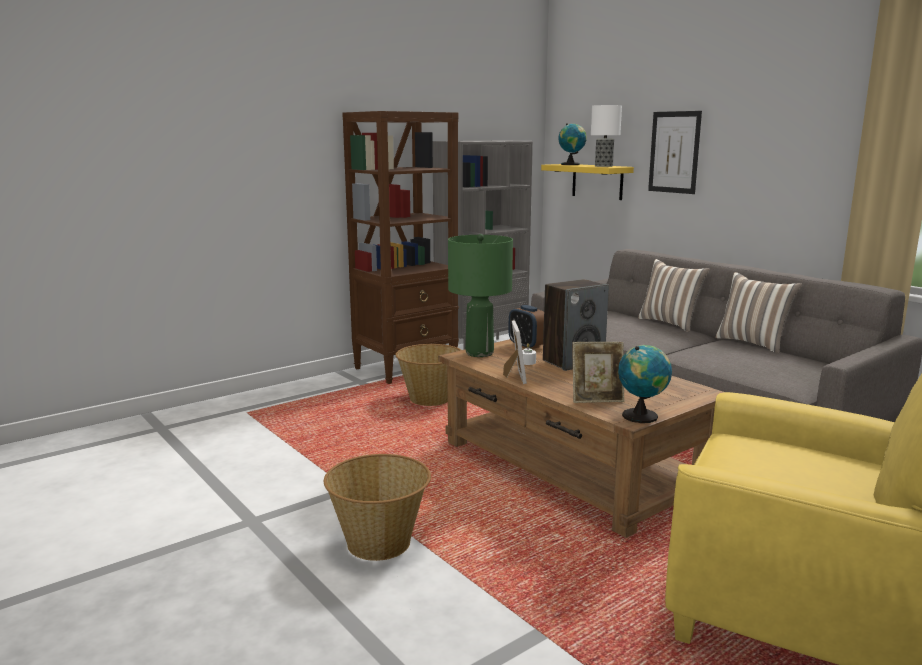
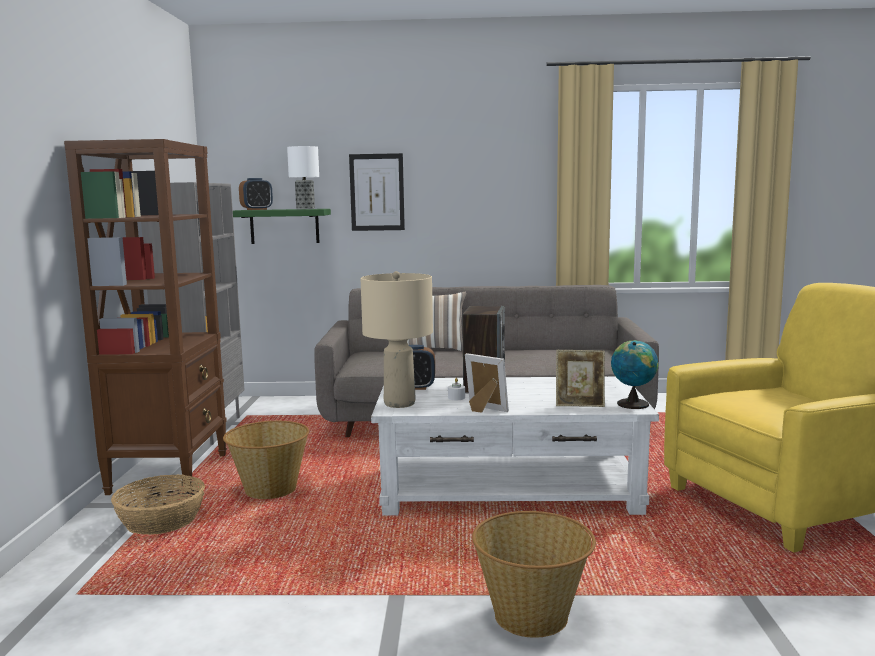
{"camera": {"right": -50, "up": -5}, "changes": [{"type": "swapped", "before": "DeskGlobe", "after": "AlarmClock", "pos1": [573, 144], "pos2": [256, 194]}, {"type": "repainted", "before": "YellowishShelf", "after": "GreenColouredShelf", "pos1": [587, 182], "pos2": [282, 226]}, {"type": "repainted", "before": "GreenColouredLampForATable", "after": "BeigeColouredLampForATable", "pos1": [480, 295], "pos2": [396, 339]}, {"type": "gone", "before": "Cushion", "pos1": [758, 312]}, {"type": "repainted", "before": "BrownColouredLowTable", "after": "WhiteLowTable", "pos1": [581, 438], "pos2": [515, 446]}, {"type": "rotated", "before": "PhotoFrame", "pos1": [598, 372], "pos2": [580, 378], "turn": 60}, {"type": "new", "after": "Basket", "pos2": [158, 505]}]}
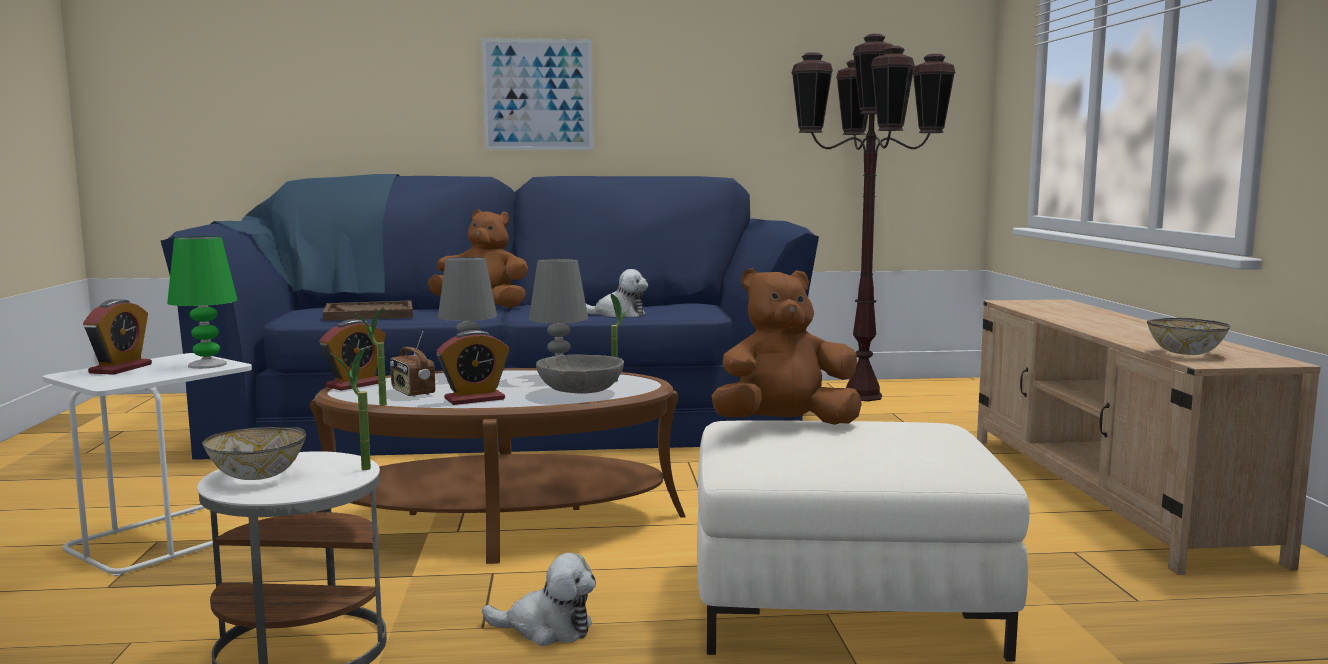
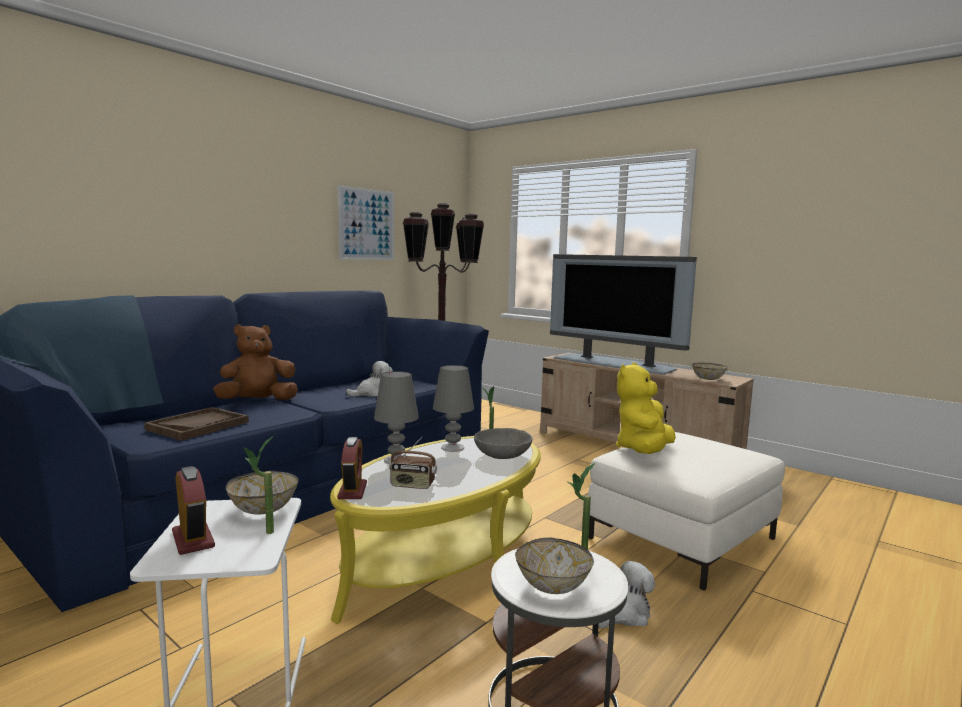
{"camera": {"right": -45, "up": 0}, "changes": [{"type": "shifted", "before": "WallArt", "pos1": [537, 94], "pos2": [366, 222]}, {"type": "swapped", "before": "GreenColouredLampForATable", "after": "ServingBowl", "pos1": [202, 302], "pos2": [262, 493]}, {"type": "repainted", "before": "BrownColouredSoftToy", "after": "YellowishSoftToy", "pos1": [787, 346], "pos2": [646, 408]}, {"type": "shifted", "before": "PottedPlant", "pos1": [370, 356], "pos2": [258, 485]}, {"type": "gone", "before": "AlarmClock", "pos1": [473, 367]}, {"type": "repainted", "before": "BrownColouredLowTable", "after": "YellowishLowTable", "pos1": [498, 466], "pos2": [435, 530]}, {"type": "new", "after": "Tv", "pos2": [623, 314]}]}
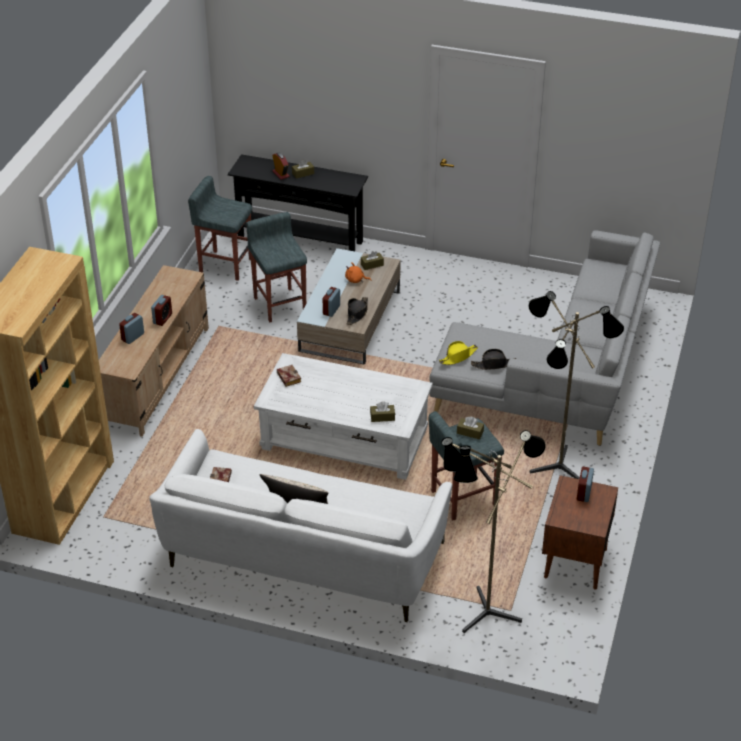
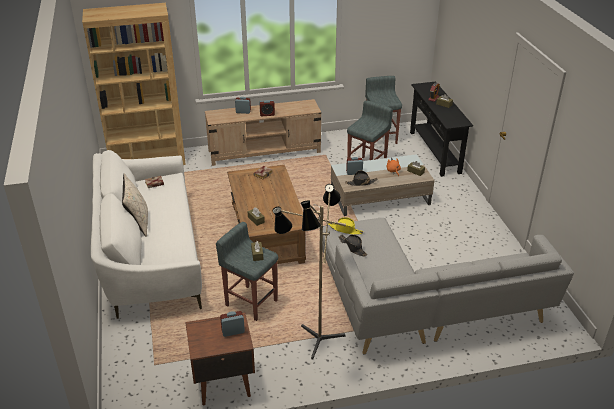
{"camera": {"right": 60, "up": -5}, "changes": [{"type": "repainted", "before": "WhiteLowTable", "after": "BrownColouredLowTable", "pos1": [343, 416], "pos2": [266, 214]}, {"type": "gone", "before": "StandingLamp", "pos1": [494, 531]}]}
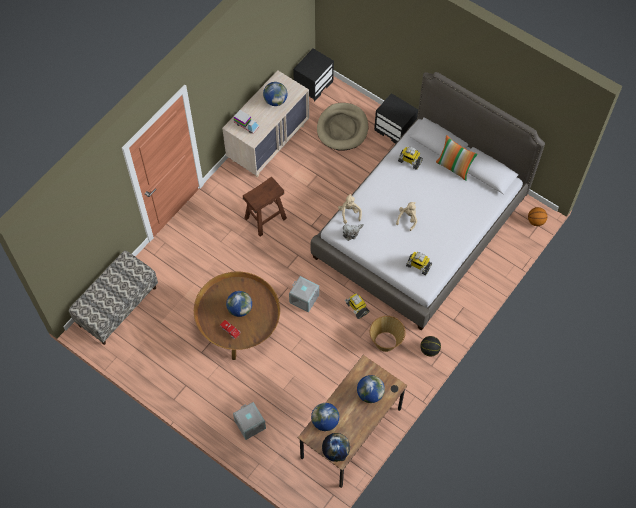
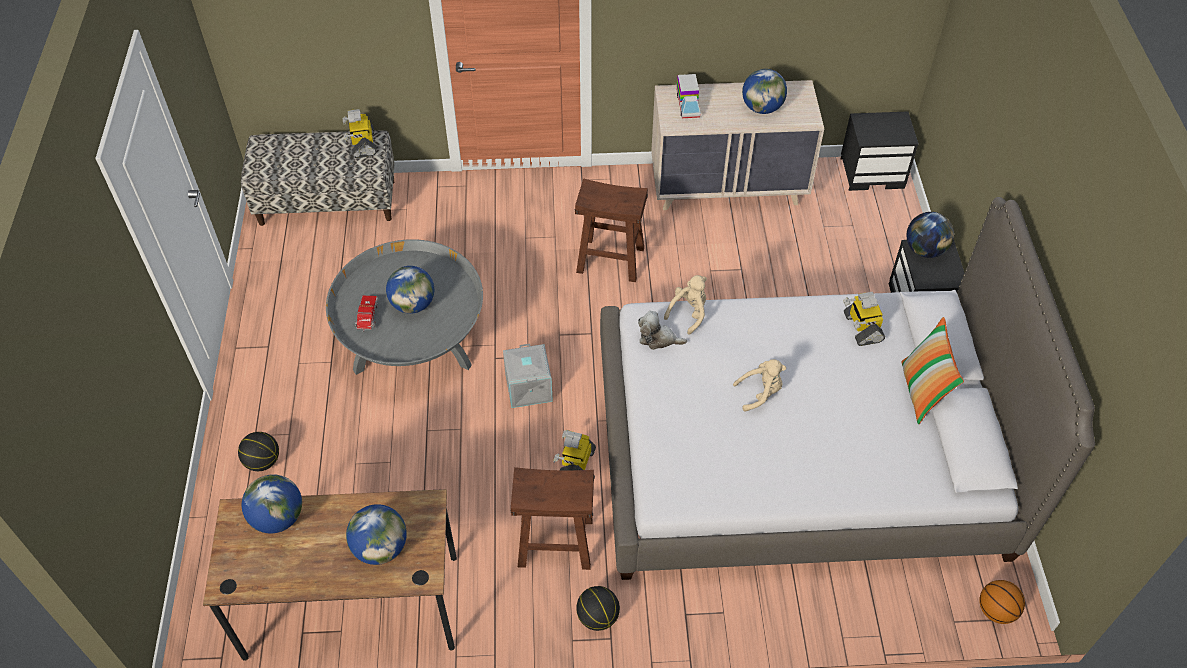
{"camera": {"right": 50, "up": -10}, "changes": [{"type": "gone", "before": "BeigeColouredDogBed", "pos1": [342, 127]}, {"type": "shifted", "before": "ToyRobot", "pos1": [419, 263], "pos2": [360, 133]}, {"type": "repainted", "before": "BrownColouredLowTable", "after": "GreyishLowTable", "pos1": [237, 316], "pos2": [404, 307]}, {"type": "swapped", "before": "Basket", "after": "BrownColouredSittingStool", "pos1": [388, 334], "pos2": [553, 518]}, {"type": "swapped", "before": "GreyishStorageBin", "after": "BasketballBall", "pos1": [249, 421], "pos2": [258, 451]}, {"type": "shifted", "before": "DeskGlobe", "pos1": [336, 447], "pos2": [930, 235]}]}
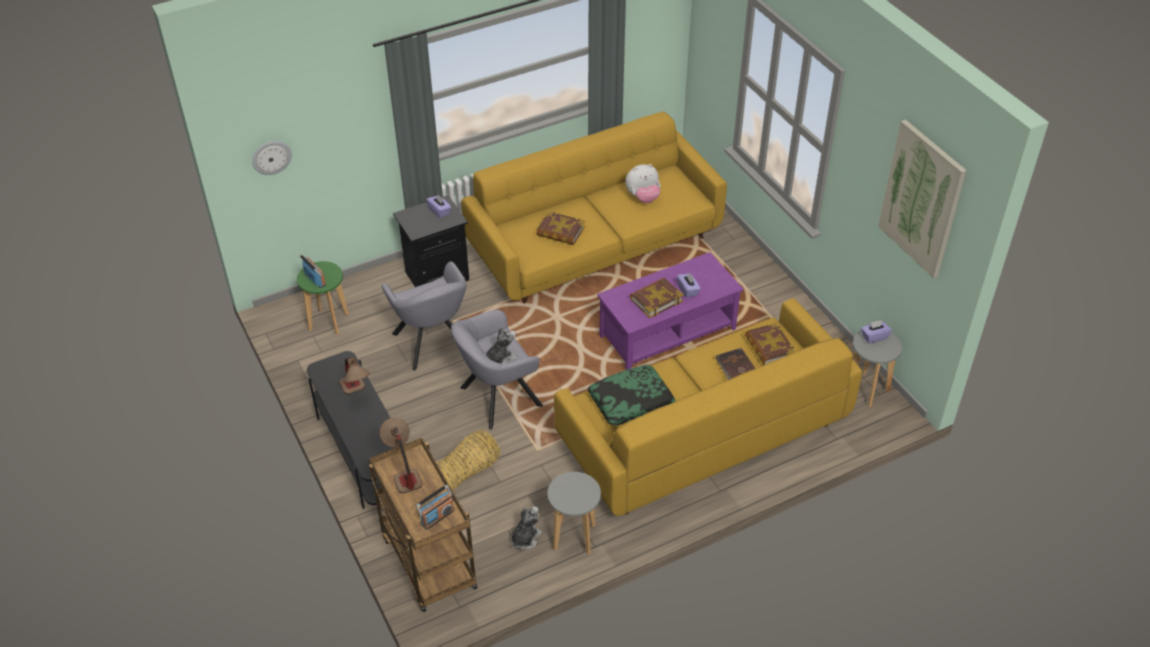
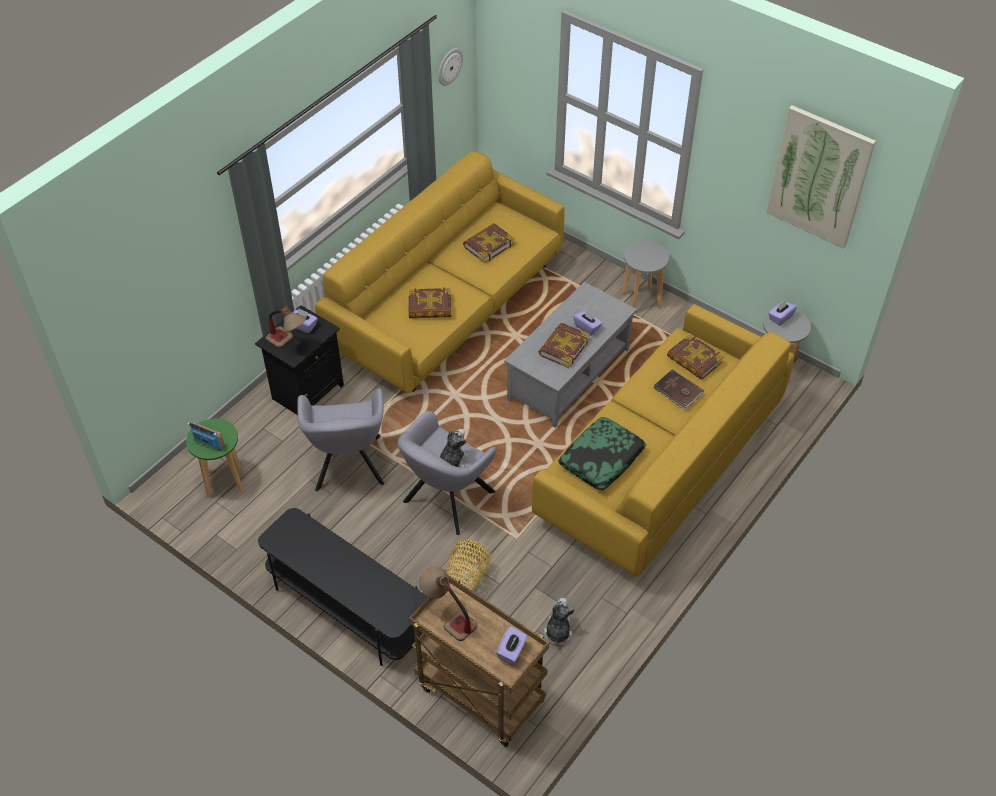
{"camera": {"right": -25, "up": 5}, "changes": [{"type": "shifted", "before": "HangingClock", "pos1": [272, 158], "pos2": [450, 67]}, {"type": "swapped", "before": "SoftToy", "after": "Volume", "pos1": [643, 183], "pos2": [489, 243]}, {"type": "repainted", "before": "PurpleColouredLowTable", "after": "GreyishLowTable", "pos1": [670, 311], "pos2": [570, 355]}, {"type": "rotated", "before": "GreyishArmchair", "pos1": [424, 316], "pos2": [340, 439], "turn": 45}, {"type": "shifted", "before": "LampForATable", "pos1": [354, 375], "pos2": [286, 327]}, {"type": "shifted", "before": "GreyishSittingStool", "pos1": [574, 513], "pos2": [645, 274]}, {"type": "swapped", "before": "RadioSet", "after": "PurpleColouredBoxOfTissues", "pos1": [435, 507], "pos2": [511, 645]}]}
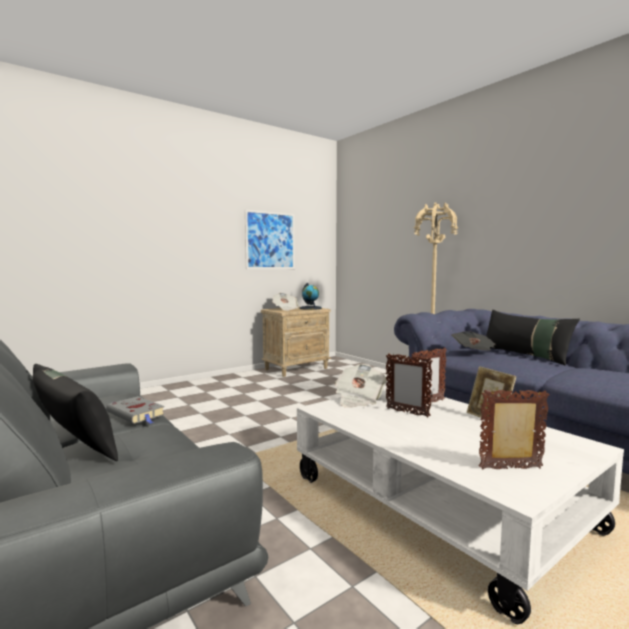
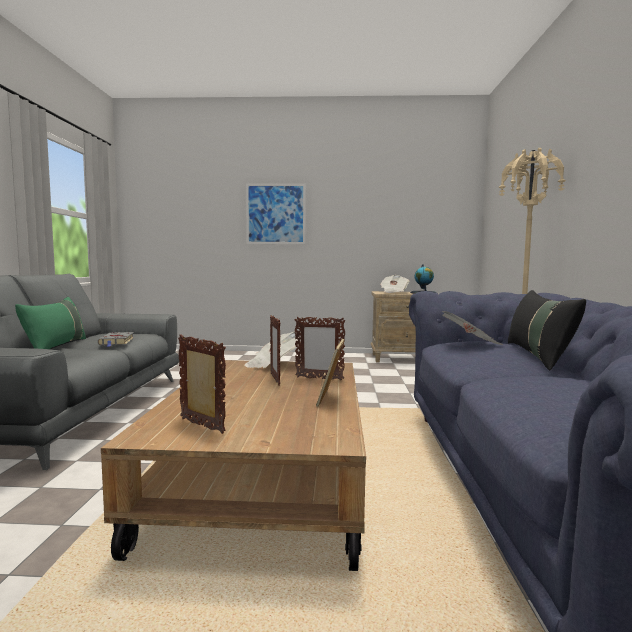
{"camera": {"right": 40, "up": 0}, "changes": [{"type": "shifted", "before": "WallArt", "pos1": [270, 239], "pos2": [276, 213]}, {"type": "repainted", "before": "BlackColouredCushion", "after": "GreenColouredCushion", "pos1": [75, 412], "pos2": [50, 323]}, {"type": "repainted", "before": "WhiteLowTable", "after": "BrownColouredLowTable", "pos1": [460, 505], "pos2": [233, 465]}]}
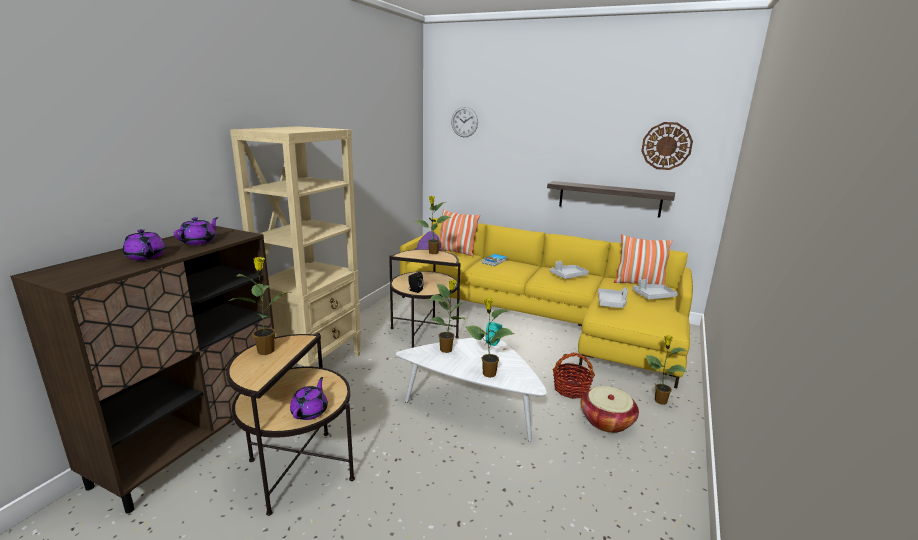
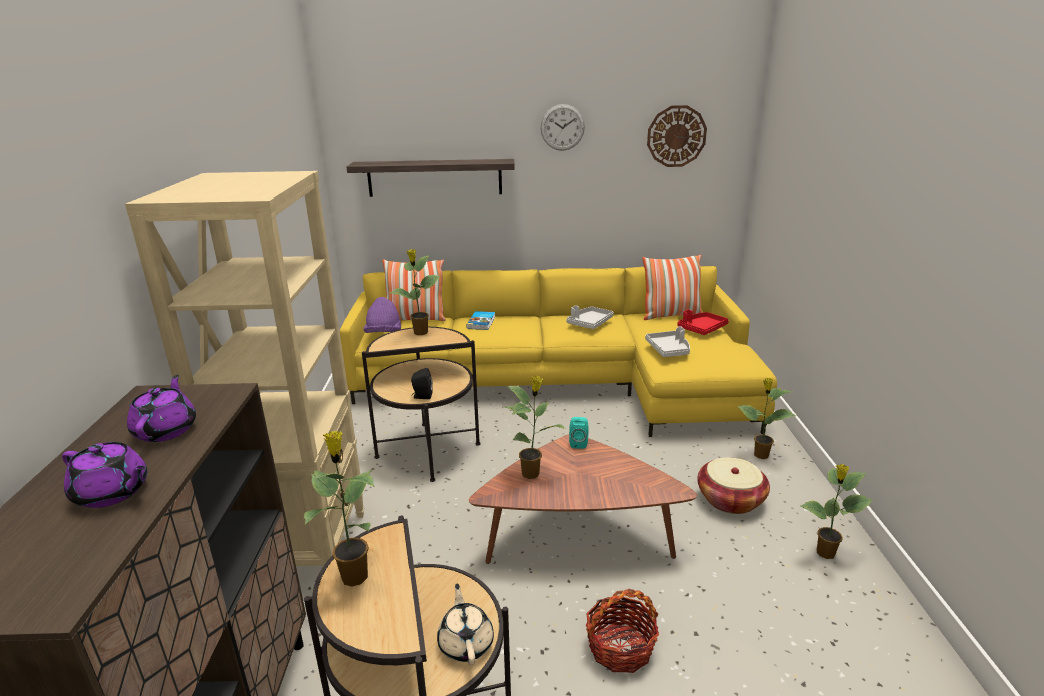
{"camera": {"right": -25, "up": 5}, "changes": [{"type": "shifted", "before": "HangingClock", "pos1": [464, 122], "pos2": [563, 127]}, {"type": "shifted", "before": "Shelf", "pos1": [611, 199], "pos2": [430, 178]}, {"type": "repainted", "before": "GreyishCarryingTray", "after": "RedCarryingTray", "pos1": [655, 289], "pos2": [703, 322]}, {"type": "shifted", "before": "PottedPlant", "pos1": [489, 338], "pos2": [836, 511]}, {"type": "repainted", "before": "WhiteLowTable", "after": "BrownColouredLowTable", "pos1": [471, 389], "pos2": [583, 499]}, {"type": "shifted", "before": "Basket", "pos1": [574, 376], "pos2": [622, 631]}, {"type": "repainted", "before": "PurpleColouredTeapot", "after": "BeigeColouredTeapot", "pos1": [309, 398], "pos2": [465, 624]}]}
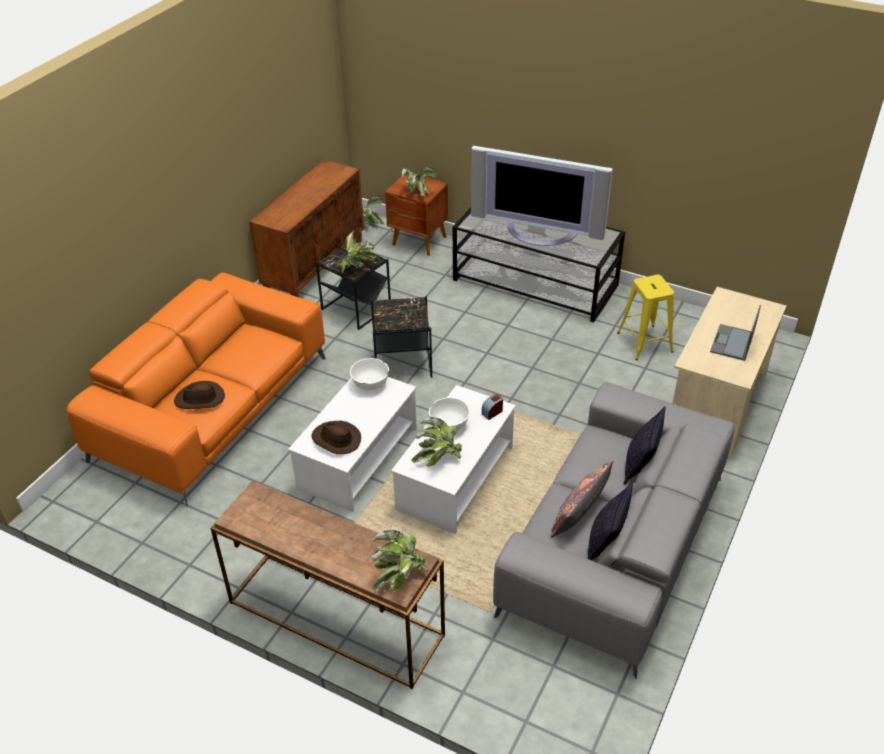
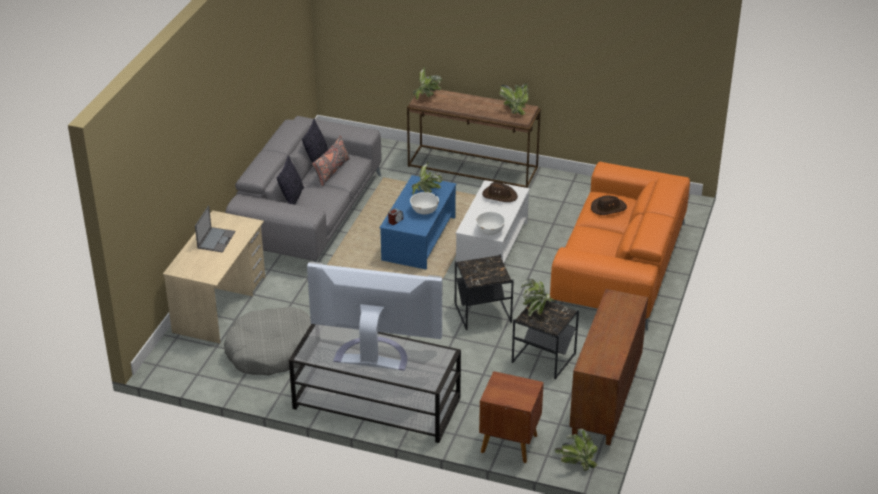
{"camera": {"right": 170, "up": -5}, "changes": [{"type": "shifted", "before": "PottedPlant", "pos1": [419, 182], "pos2": [514, 99]}, {"type": "swapped", "before": "YellowishSittingStool", "after": "GreyishDogBed", "pos1": [645, 317], "pos2": [267, 341]}, {"type": "repainted", "before": "WhiteLowTable", "after": "BluishLowTable", "pos1": [453, 459], "pos2": [418, 222]}]}
